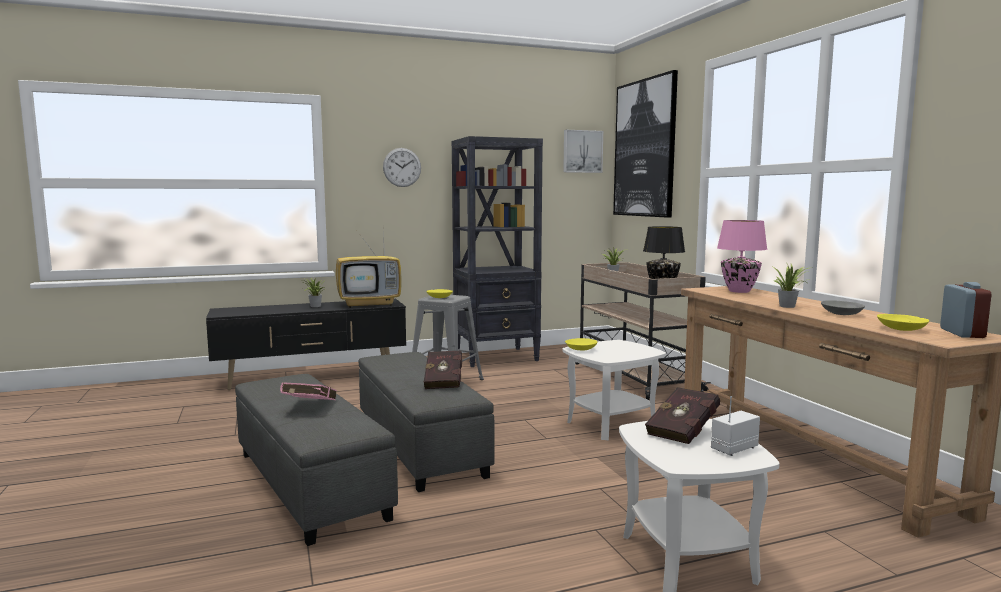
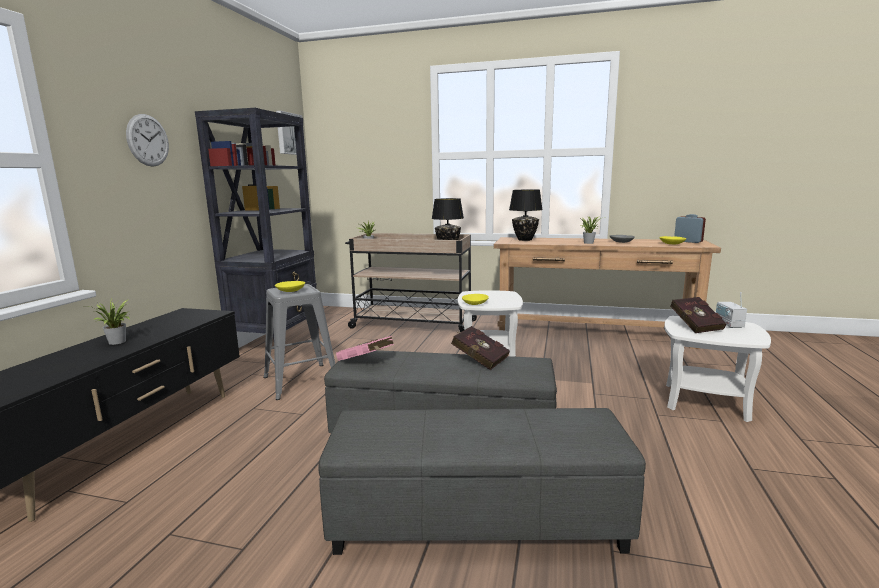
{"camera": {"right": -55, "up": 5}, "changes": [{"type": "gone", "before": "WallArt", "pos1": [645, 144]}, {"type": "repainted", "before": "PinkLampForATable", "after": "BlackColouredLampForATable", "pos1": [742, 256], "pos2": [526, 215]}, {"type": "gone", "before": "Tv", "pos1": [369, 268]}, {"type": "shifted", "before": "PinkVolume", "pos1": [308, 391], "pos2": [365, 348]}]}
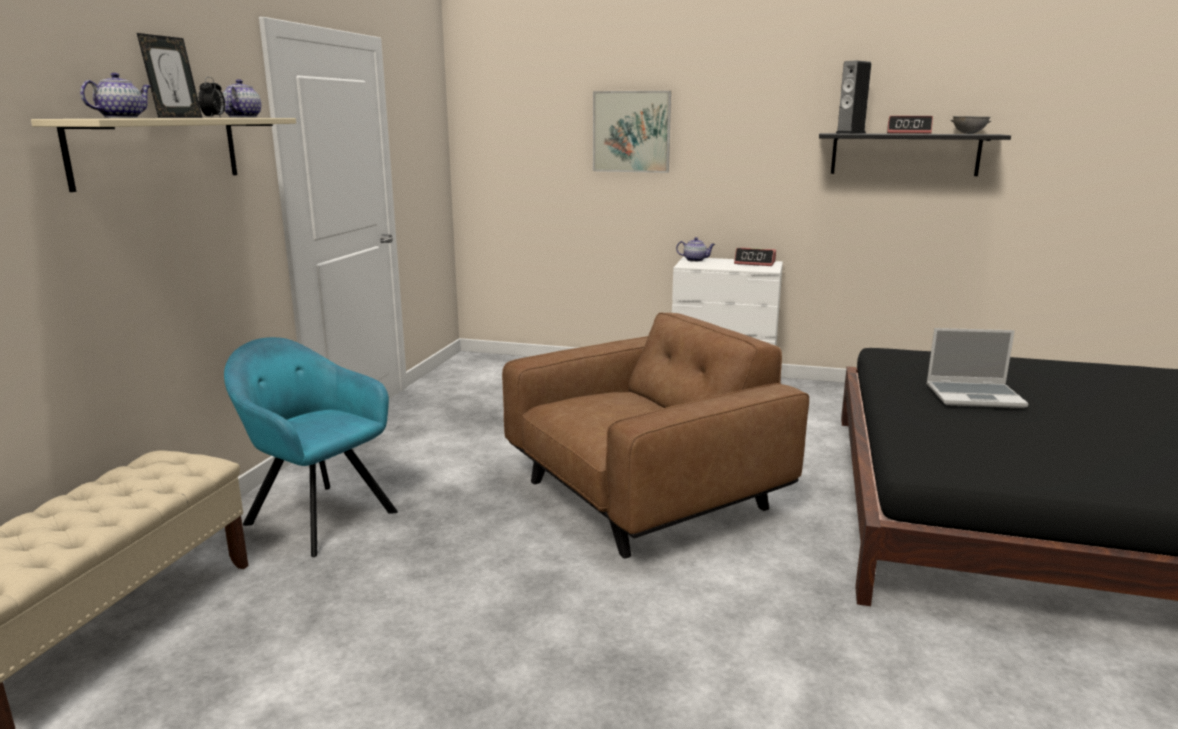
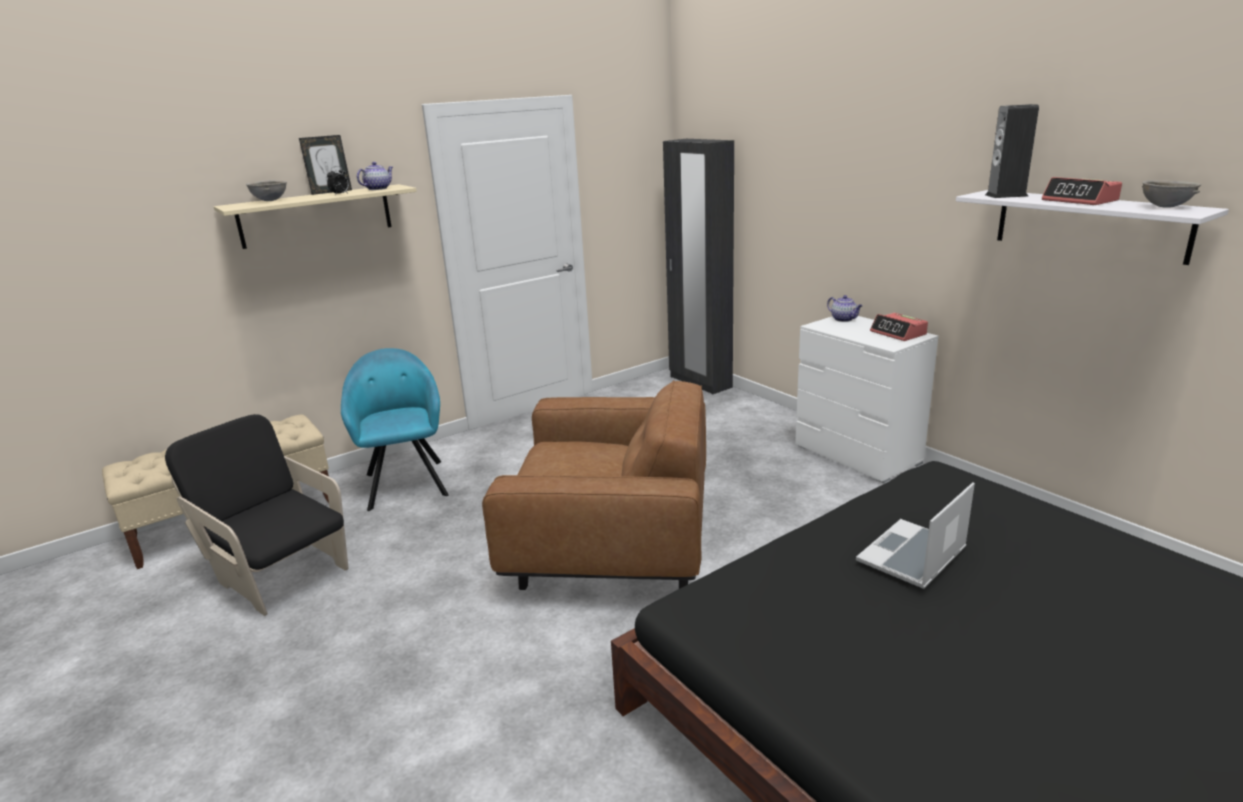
{"camera": {"right": 40, "up": 5}, "changes": [{"type": "swapped", "before": "Teapot", "after": "GreyishServingBowl", "pos1": [115, 95], "pos2": [266, 190]}, {"type": "gone", "before": "WallArt", "pos1": [632, 132]}, {"type": "repainted", "before": "BlackColouredShelf", "after": "WhiteShelf", "pos1": [915, 154], "pos2": [1092, 227]}, {"type": "rotated", "before": "PortableComputer", "pos1": [977, 368], "pos2": [915, 535], "turn": 90}, {"type": "new", "after": "BlackColouredWardrobe", "pos2": [698, 266]}, {"type": "new", "after": "BlackColouredArmchair", "pos2": [256, 515]}]}
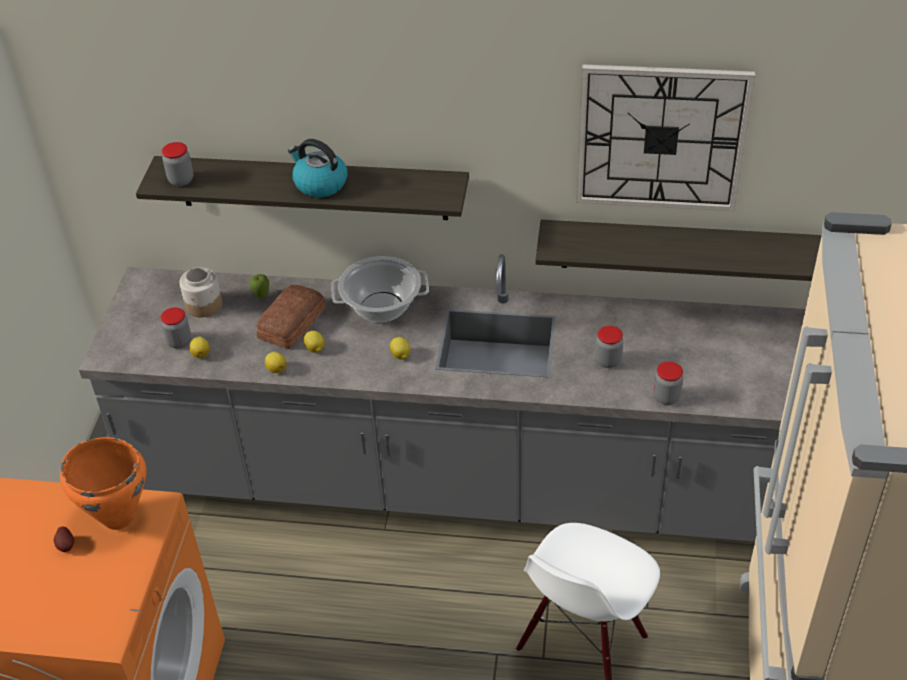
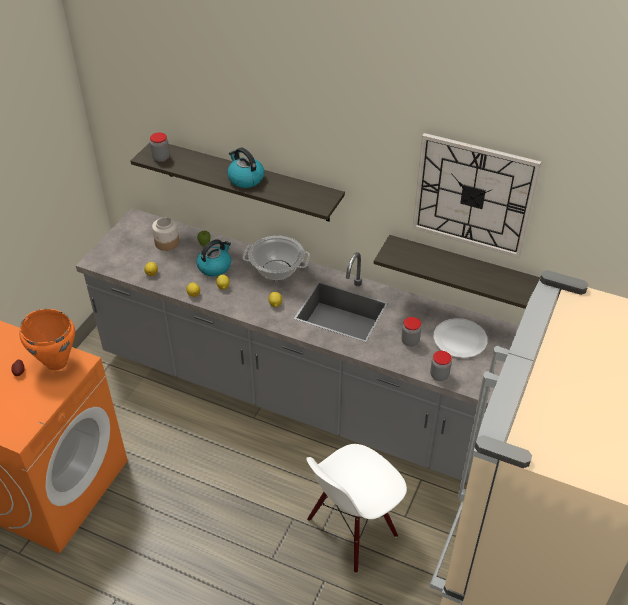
{"camera": {"right": 15, "up": 0}, "changes": [{"type": "swapped", "before": "BakeryBread", "after": "WaterKettle", "pos1": [291, 317], "pos2": [213, 258]}, {"type": "gone", "before": "Jar", "pos1": [175, 328]}, {"type": "new", "after": "WhiteFlatDish", "pos2": [460, 338]}]}
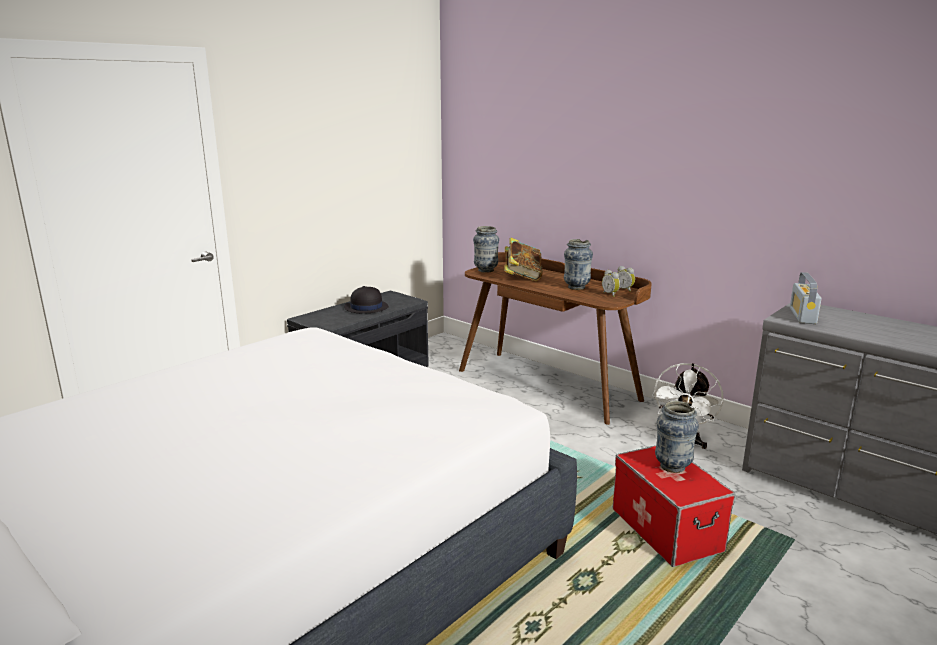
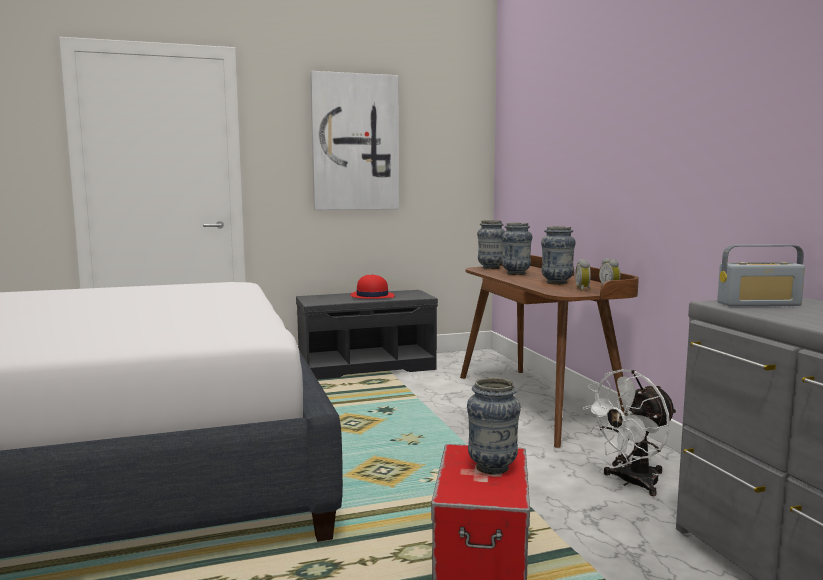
{"camera": {"right": 30, "up": -10}, "changes": [{"type": "swapped", "before": "Volume", "after": "DecorativeVase", "pos1": [523, 259], "pos2": [517, 249]}, {"type": "rotated", "before": "RadioSet", "pos1": [805, 298], "pos2": [761, 275], "turn": -135}, {"type": "repainted", "before": "BlackColouredHat", "after": "RedHat", "pos1": [366, 300], "pos2": [372, 286]}, {"type": "new", "after": "WallArt", "pos2": [354, 140]}]}
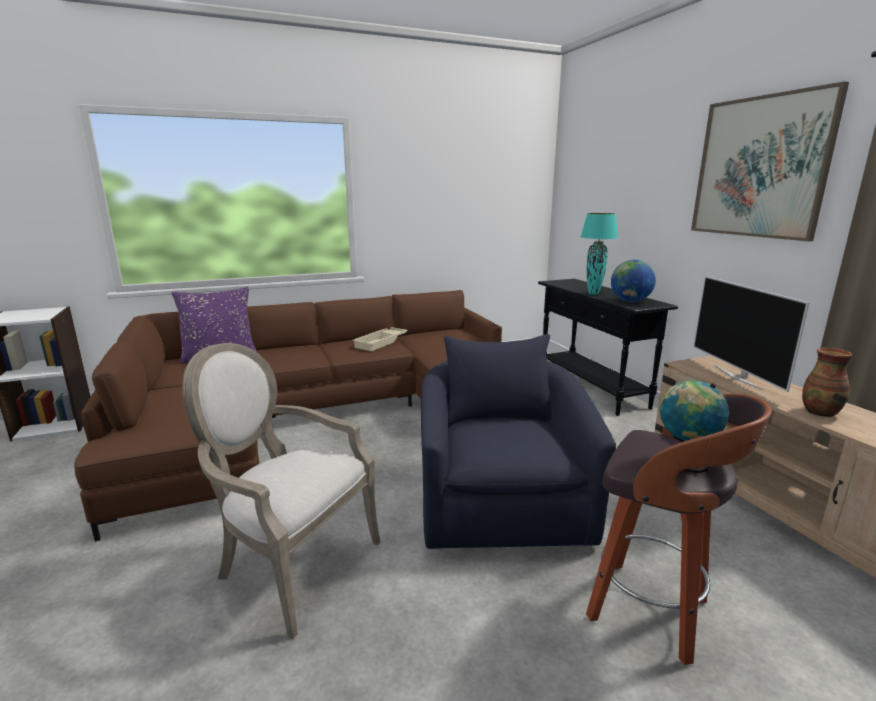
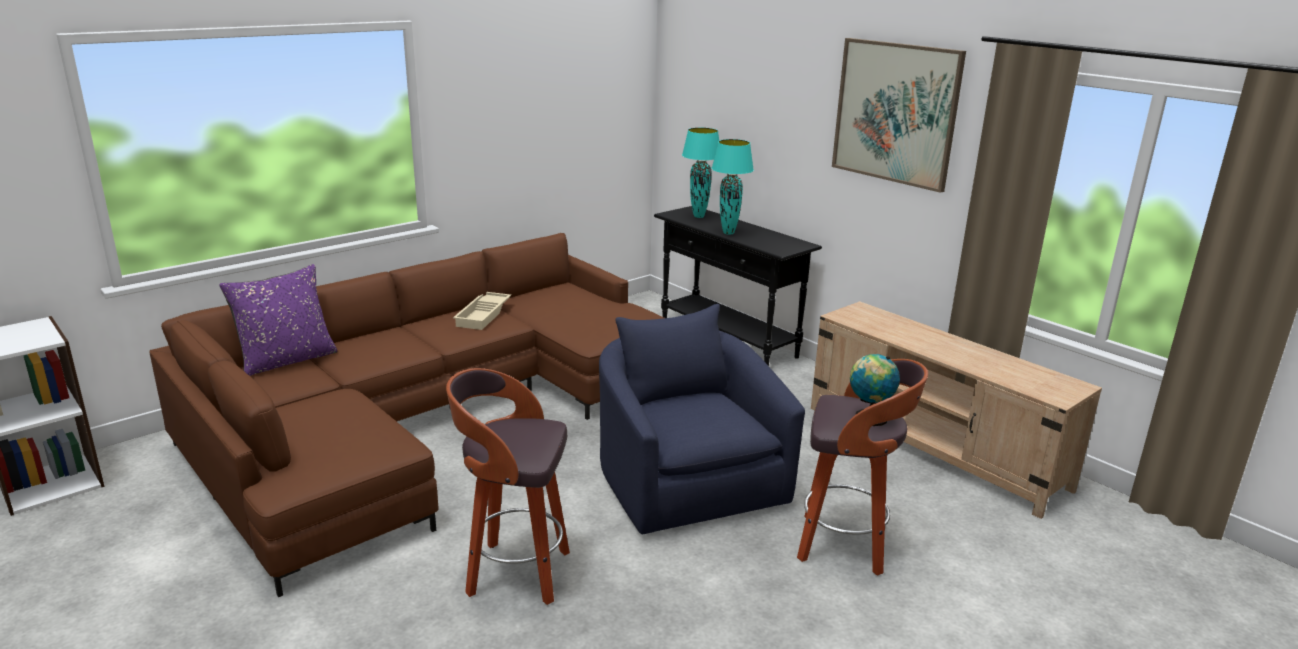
{"camera": {"right": -20, "up": 5}, "changes": [{"type": "gone", "before": "DeskGlobe", "pos1": [633, 281]}, {"type": "gone", "before": "Tv", "pos1": [751, 334]}, {"type": "swapped", "before": "Armchair", "after": "SittingStool", "pos1": [281, 491], "pos2": [508, 486]}, {"type": "gone", "before": "DecorativeVase", "pos1": [827, 382]}, {"type": "new", "after": "TurquoiseLampForATable", "pos2": [700, 173]}]}
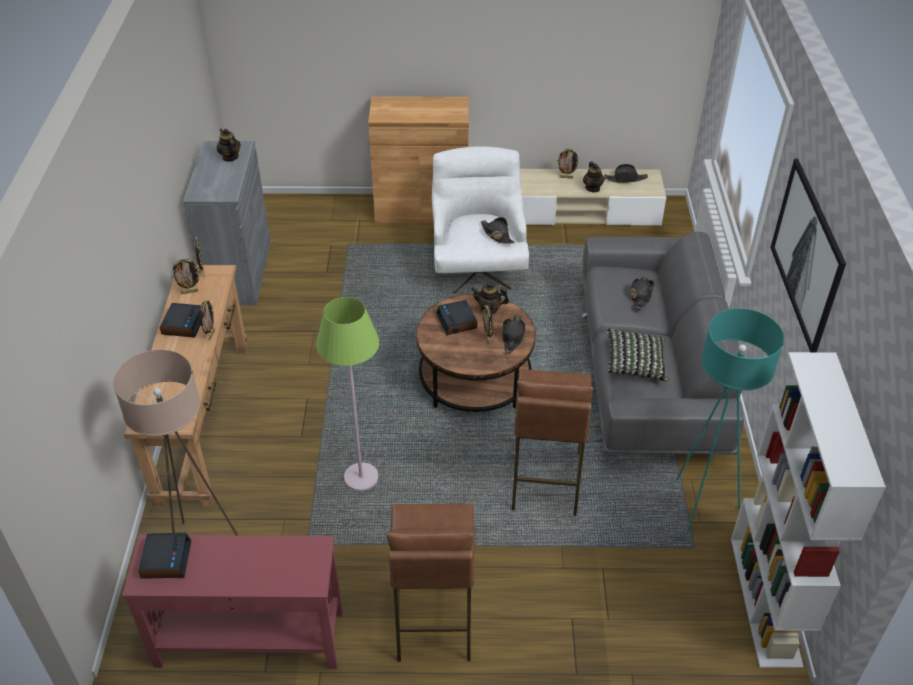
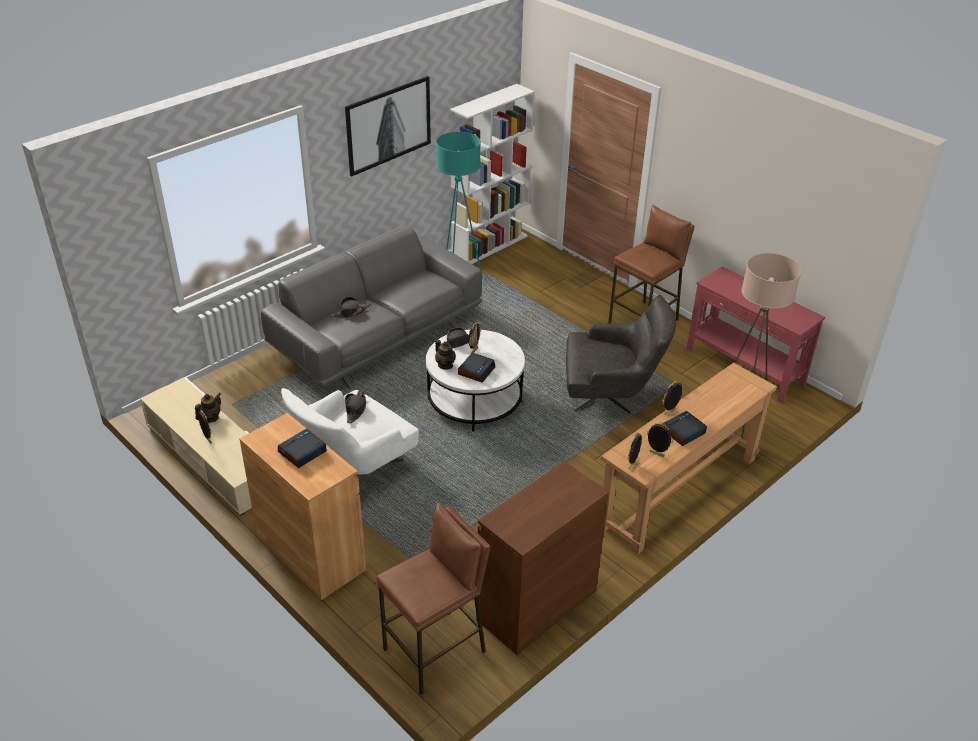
{"camera": {"right": -135, "up": -5}, "changes": [{"type": "gone", "before": "Teapot", "pos1": [229, 145]}, {"type": "repainted", "before": "GreyishCupboard", "after": "BrownColouredCupboard", "pos1": [227, 223], "pos2": [542, 558]}, {"type": "gone", "before": "BlackColouredHat", "pos1": [626, 173]}, {"type": "repainted", "before": "BrownColouredLowTable", "after": "WhiteLowTable", "pos1": [476, 353], "pos2": [475, 380]}, {"type": "swapped", "before": "GreenColouredStandingLamp", "after": "GreyishArmchair", "pos1": [347, 394], "pos2": [621, 354]}, {"type": "gone", "before": "Cushion", "pos1": [637, 355]}, {"type": "shifted", "before": "BrownColouredSittingStool", "pos1": [552, 442], "pos2": [433, 599]}, {"type": "shifted", "before": "AlarmClock", "pos1": [165, 556], "pos2": [302, 448]}]}
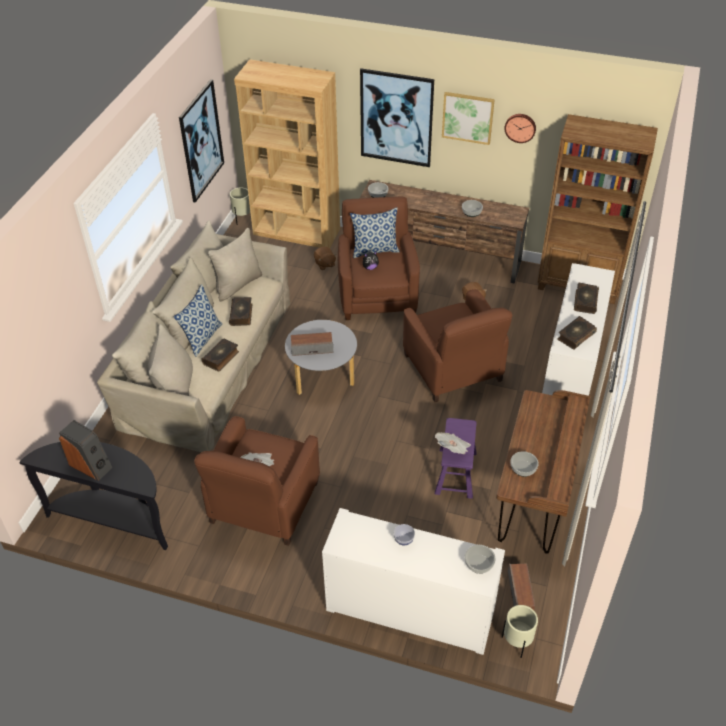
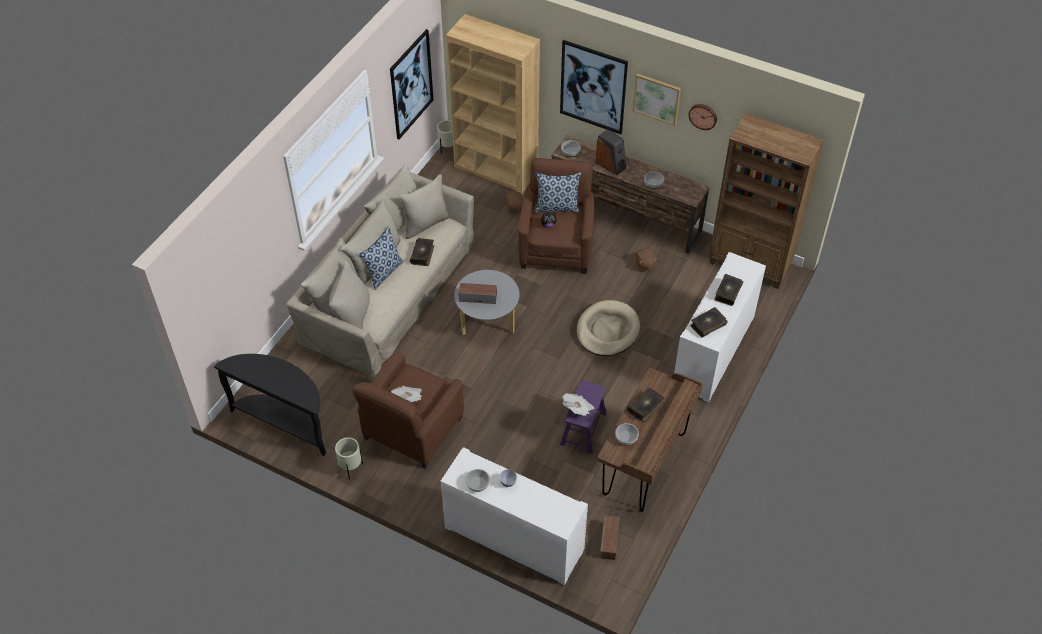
{"camera": {"right": 10, "up": 5}, "changes": [{"type": "swapped", "before": "BrownColouredArmchair", "after": "BeigeColouredDogBed", "pos1": [457, 345], "pos2": [608, 328]}, {"type": "shifted", "before": "Volume", "pos1": [220, 354], "pos2": [645, 405]}, {"type": "shifted", "before": "Loudspeaker", "pos1": [85, 450], "pos2": [610, 152]}, {"type": "shifted", "before": "ServingBowl", "pos1": [480, 559], "pos2": [477, 480]}, {"type": "shifted", "before": "BeigeColouredPlantPot", "pos1": [520, 631], "pos2": [349, 458]}]}
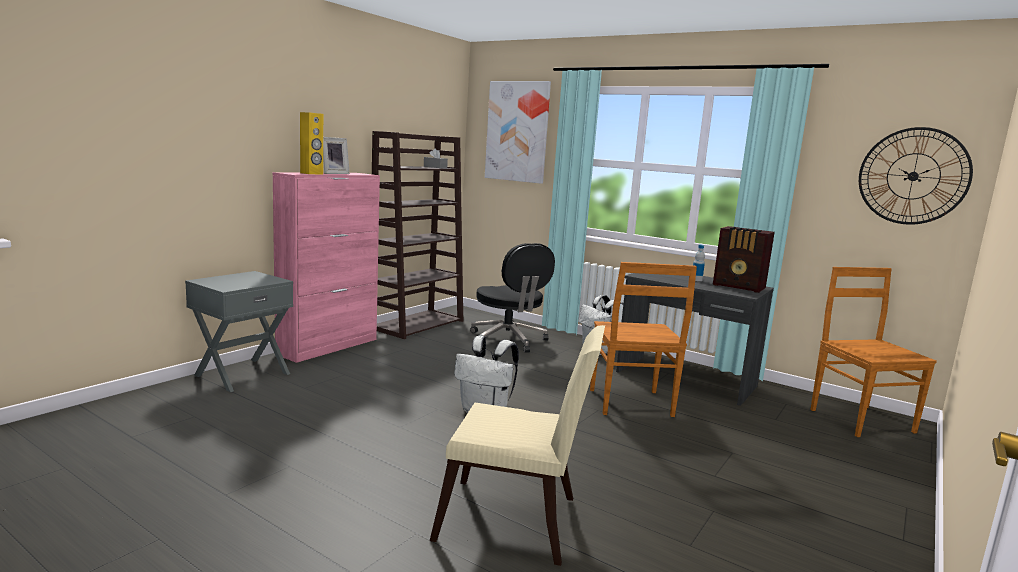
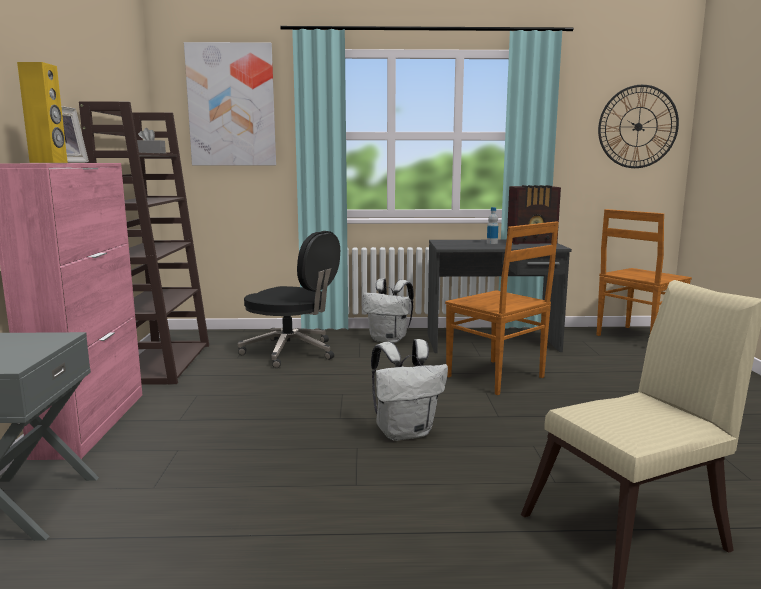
{"camera": {"right": -35, "up": 0}, "changes": [{"type": "rotated", "before": "BrownColouredChair", "pos1": [873, 352], "pos2": [644, 272], "turn": -75}]}
